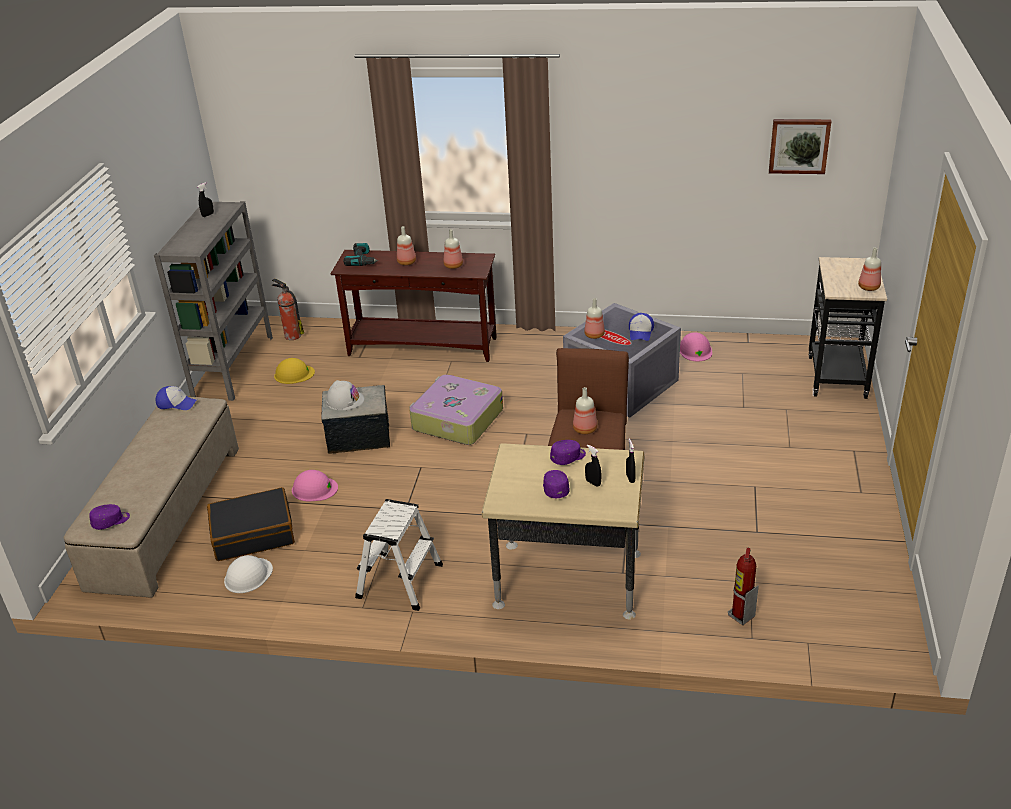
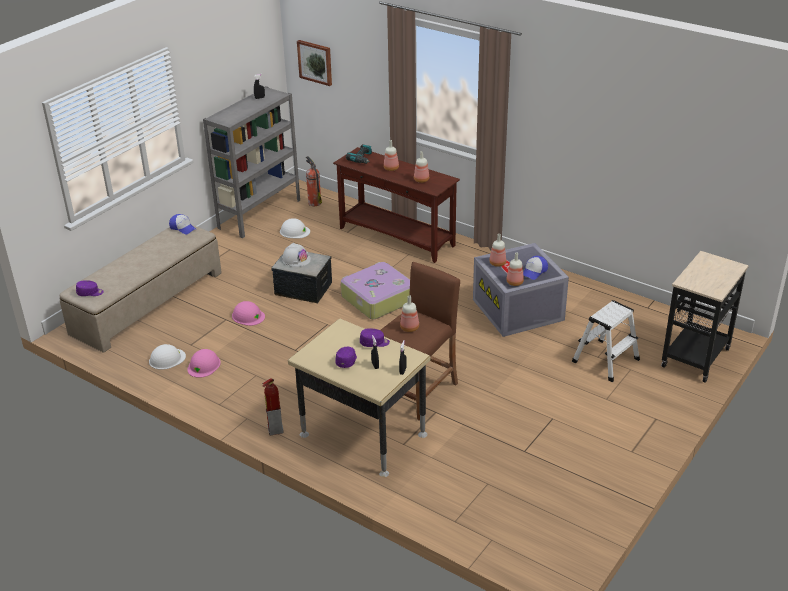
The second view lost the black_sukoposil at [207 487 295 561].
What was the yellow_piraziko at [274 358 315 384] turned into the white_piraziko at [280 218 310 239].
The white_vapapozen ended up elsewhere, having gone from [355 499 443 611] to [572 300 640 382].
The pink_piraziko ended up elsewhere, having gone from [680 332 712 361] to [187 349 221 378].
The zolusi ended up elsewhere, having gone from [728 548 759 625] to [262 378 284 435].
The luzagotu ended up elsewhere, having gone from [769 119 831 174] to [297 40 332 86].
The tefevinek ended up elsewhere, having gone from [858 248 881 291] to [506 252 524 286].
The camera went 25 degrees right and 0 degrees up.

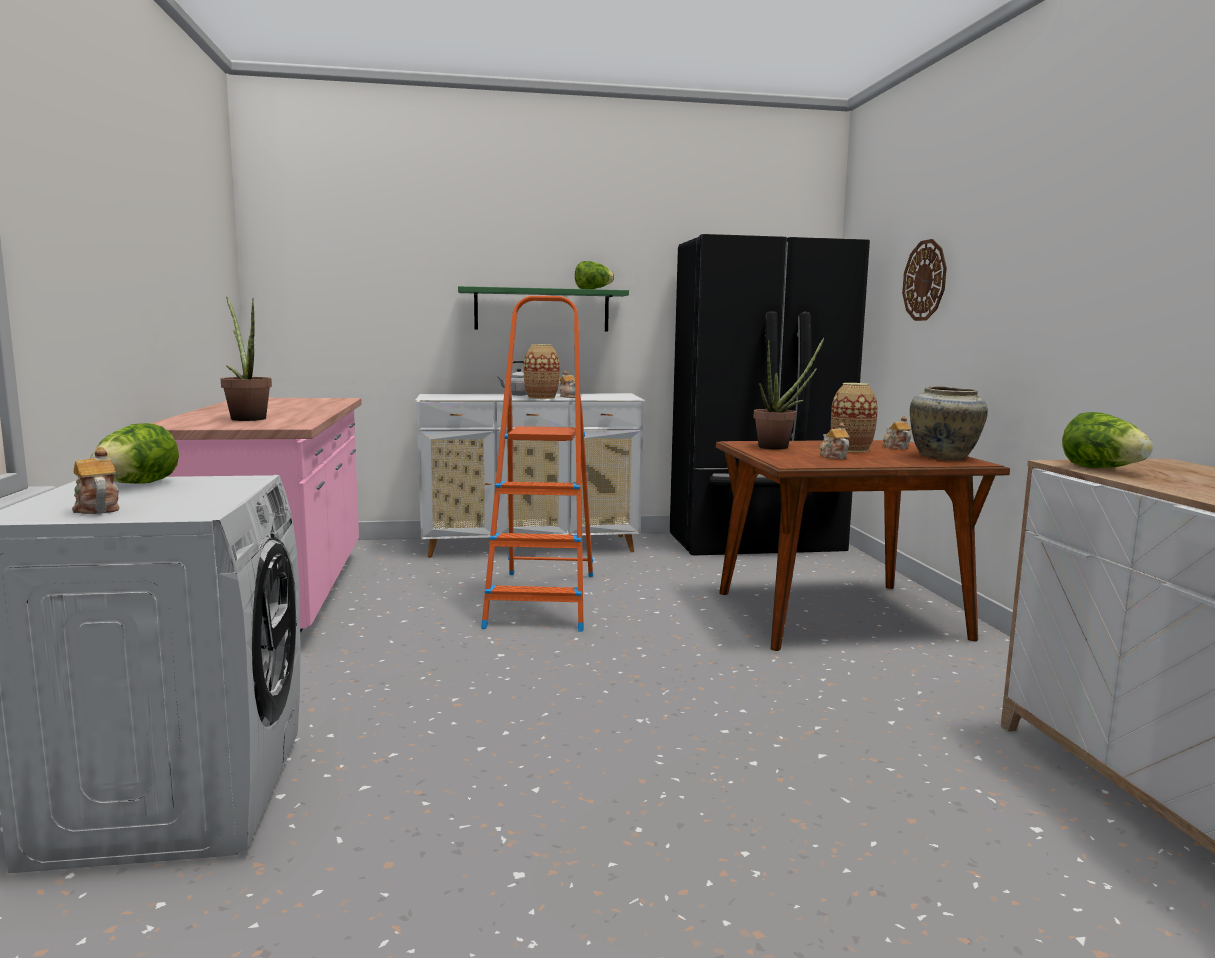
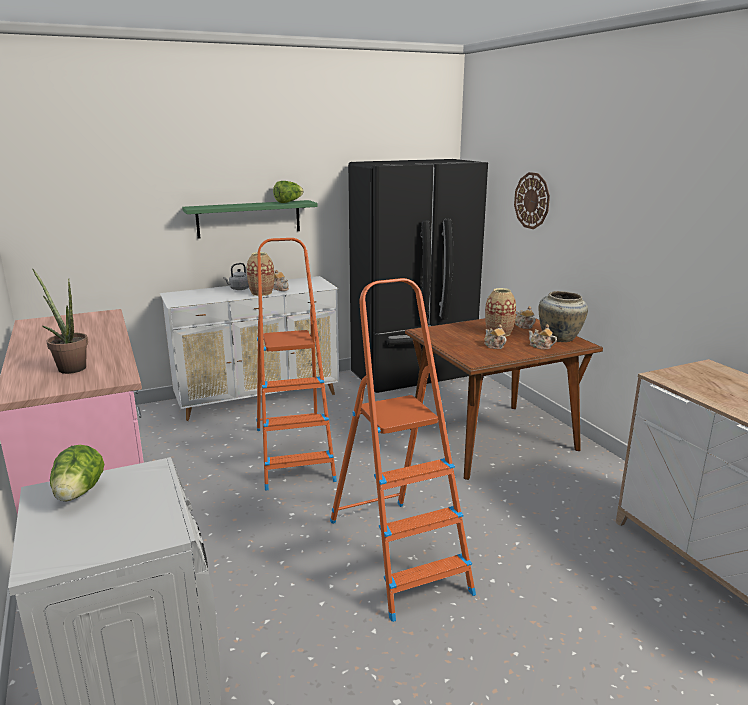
The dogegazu ended up elsewhere, having gone from [72 447 119 514] to [529 324 557 349].
The second view lost the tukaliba at [753 338 824 450].
The second view lost the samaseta at [1062 412 1153 468].
The second view gained the orange_vapapozen at [330 278 476 622].
The camera went 15 degrees left and 10 degrees up.

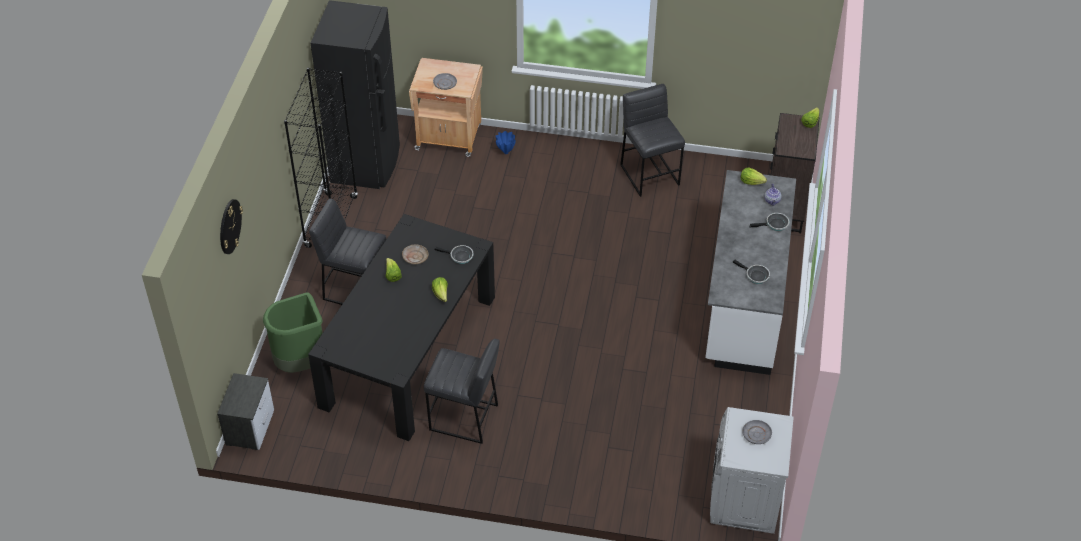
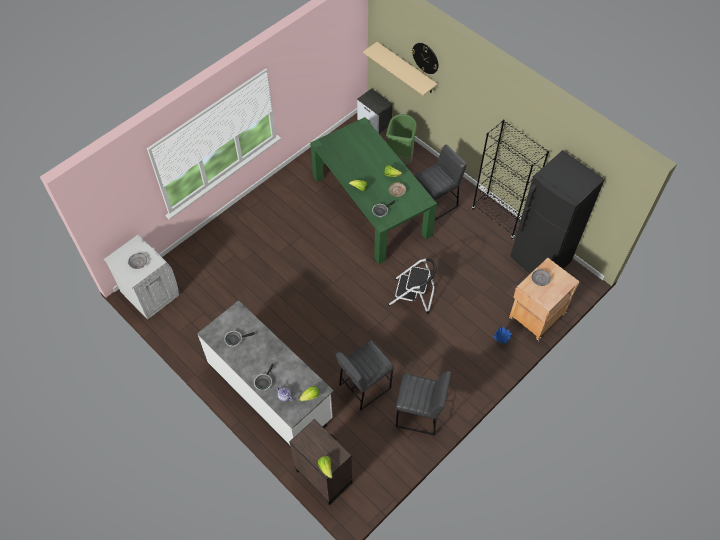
What was the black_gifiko at [308 214 495 441] turned into the green_gifiko at [310 117 437 264].
The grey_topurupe ended up elsewhere, having gone from [424 339 500 444] to [336 341 394 411].
The second view gained the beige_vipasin at [363 42 437 96].
The second view gained the vapapozen at [388 258 436 314].
The camera went 125 degrees right and 10 degrees up.

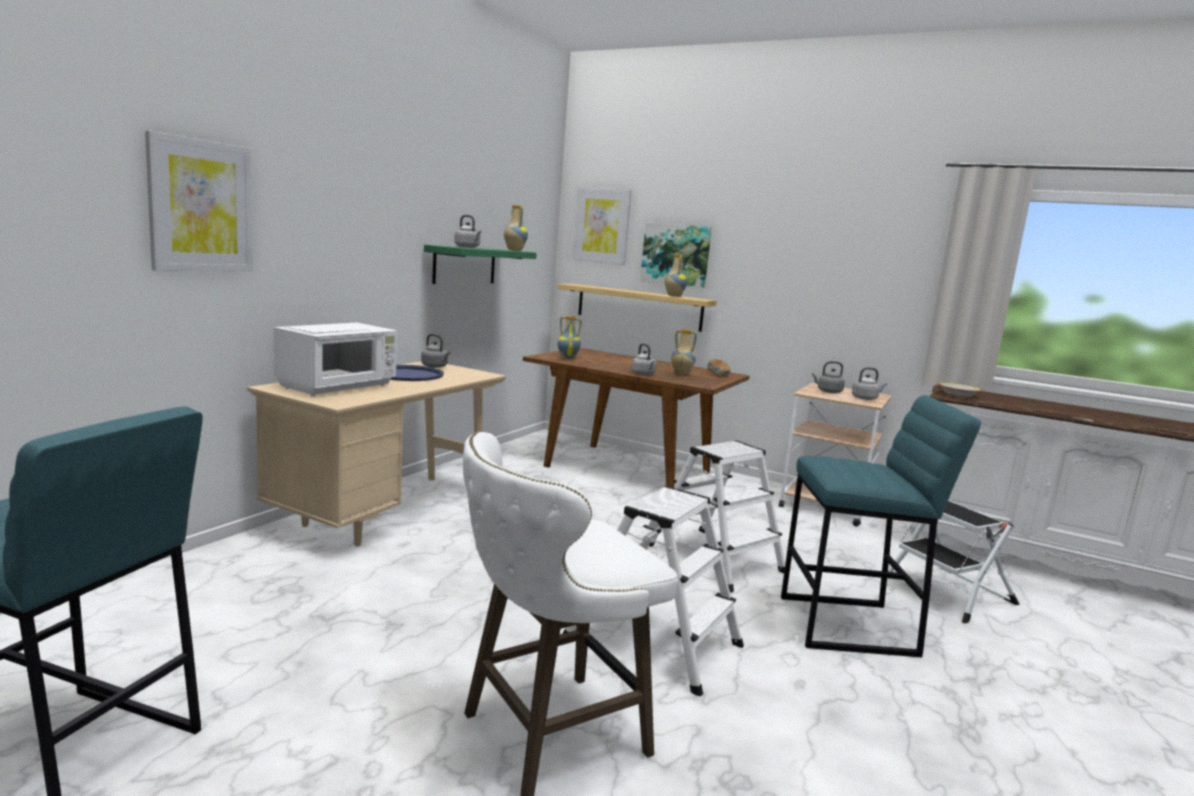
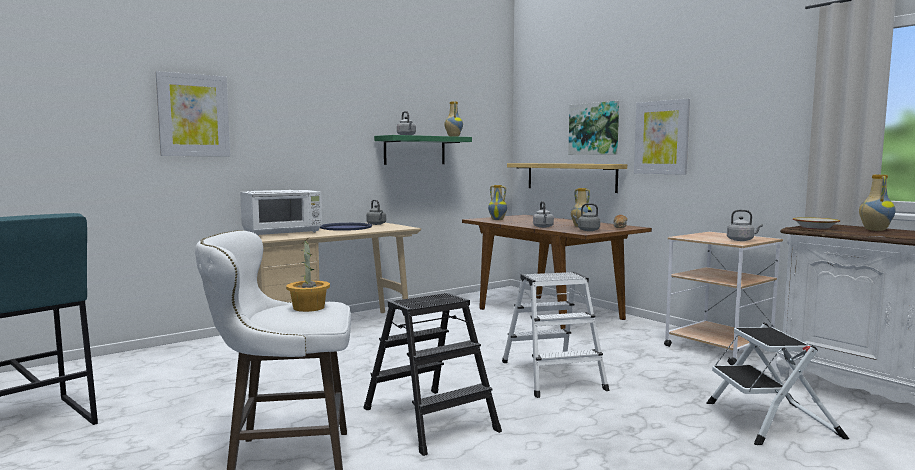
What was the white_vapapozen at [563 486 744 696] turned into the black_vapapozen at [363 292 502 456].
The luzagotu ended up elsewhere, having gone from [573 187 632 265] to [634 99 690 175].
The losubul ended up elsewhere, having gone from [665 254 687 297] to [859 175 896 231].
The second view lost the turquoise_topurupe at [781 395 981 657].
The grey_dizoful ended up elsewhere, having gone from [812 361 845 393] to [573 203 600 231].
The second view gained the tukaliba at [286 238 330 312].
The camera went 25 degrees right and 5 degrees down.

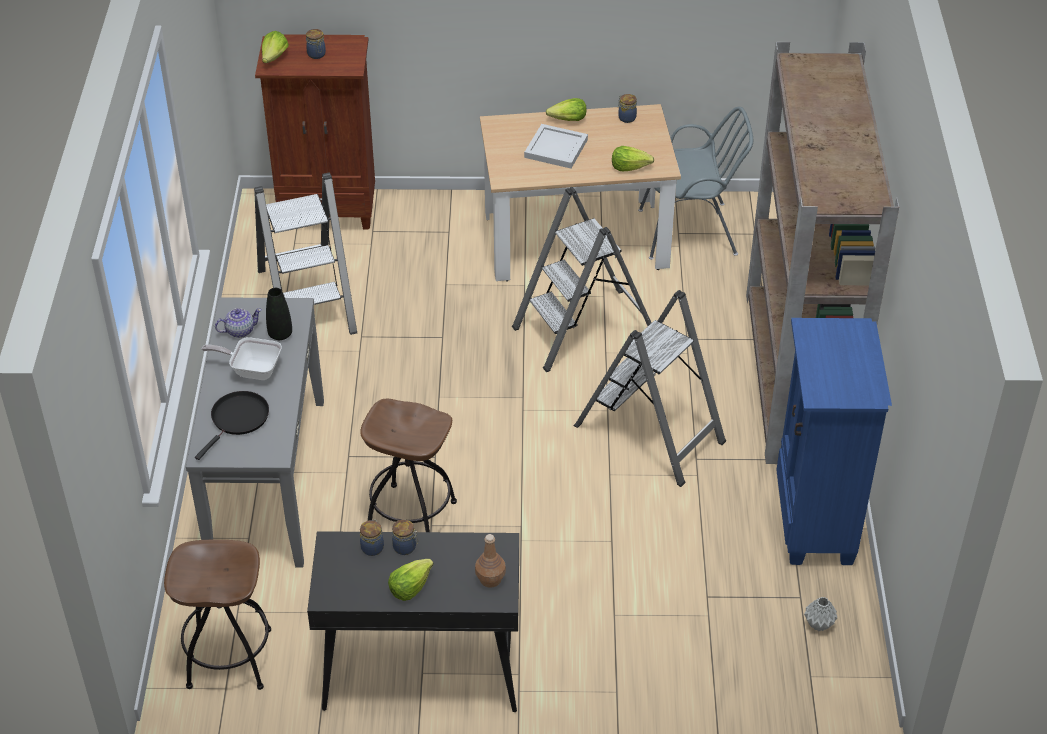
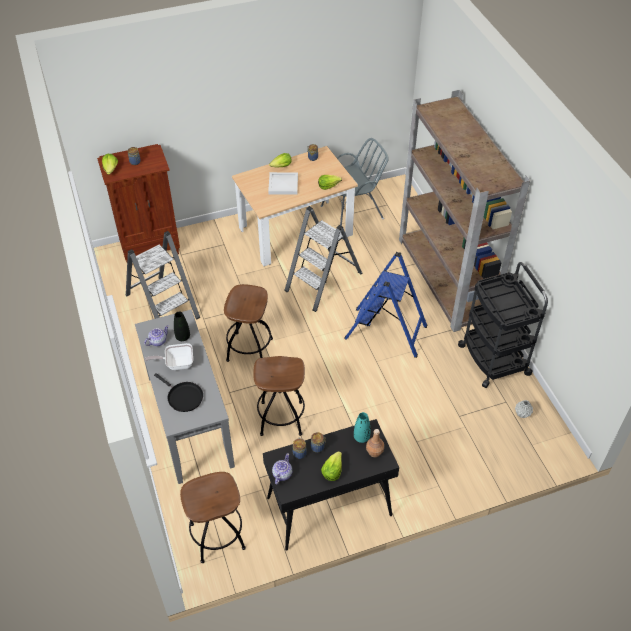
The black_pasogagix at [195 391 269 460] ended up facing another way, 120 degrees clockwise from before.
What was the grey_vapapozen at [573 290 726 487] turned into the blue_vapapozen at [344 252 427 358].
Where the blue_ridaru stood at [776 318 892 565], the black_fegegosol came to stand at [458 262 548 388].
The second view gained the brown_topurupe at [224 284 273 362].
The second view gained the dogegazu at [272 453 292 484].
The second view gained the turquoise_losubul at [354 412 370 443].
The camera went 20 degrees left and 5 degrees up.

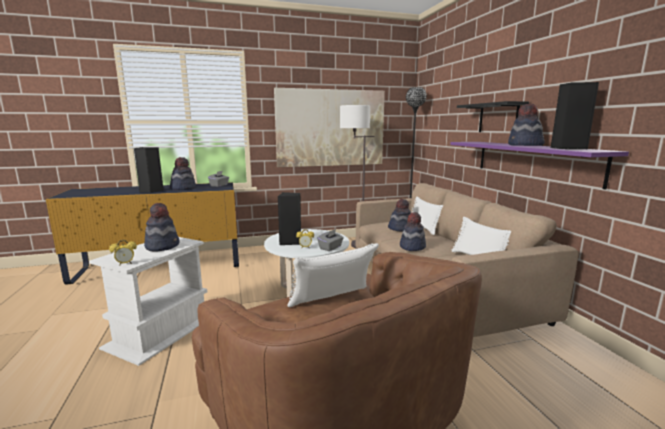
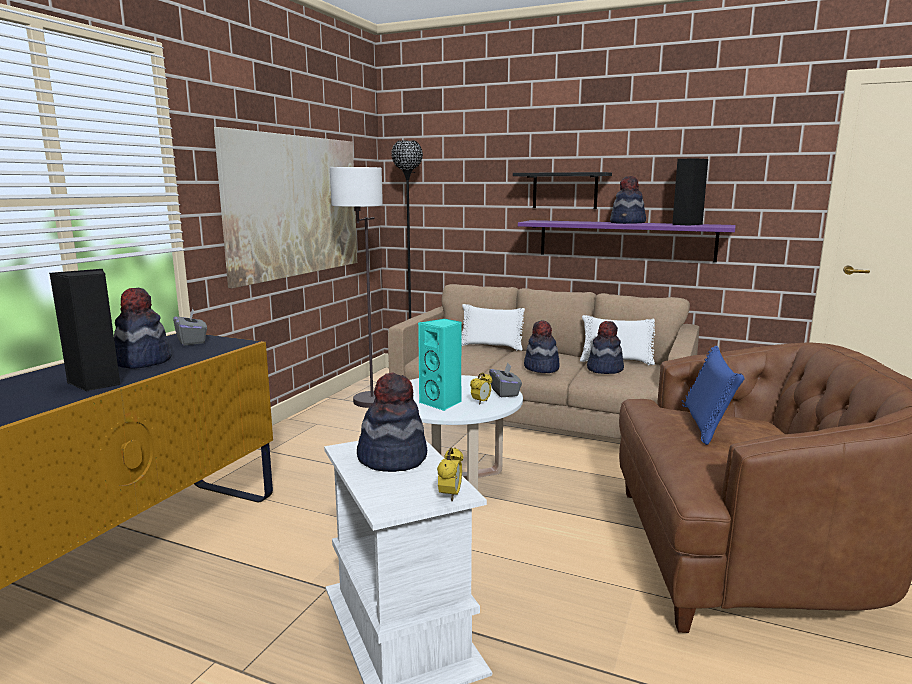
What was the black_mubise at [278 192 301 245] turned into the turquoise_mubise at [418 319 462 411].
What was the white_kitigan at [287 243 379 307] turned into the blue_kitigan at [682 346 744 445].
The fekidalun ended up elsewhere, having gone from [388 199 411 232] to [587 321 624 374].
The camera went 50 degrees left and 0 degrees up.

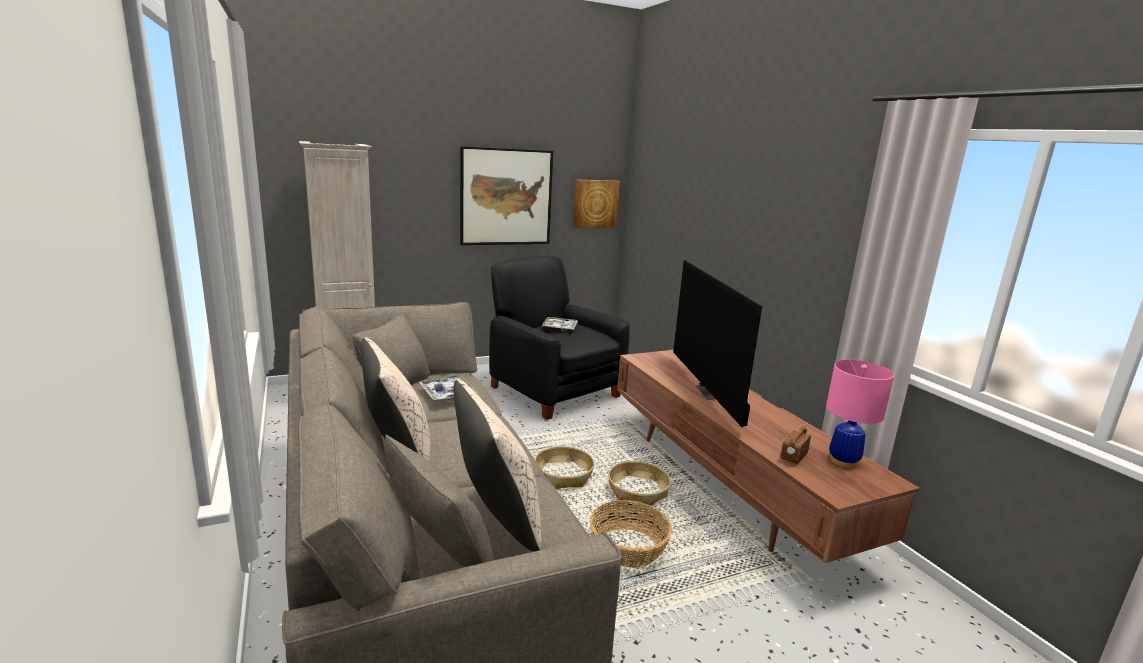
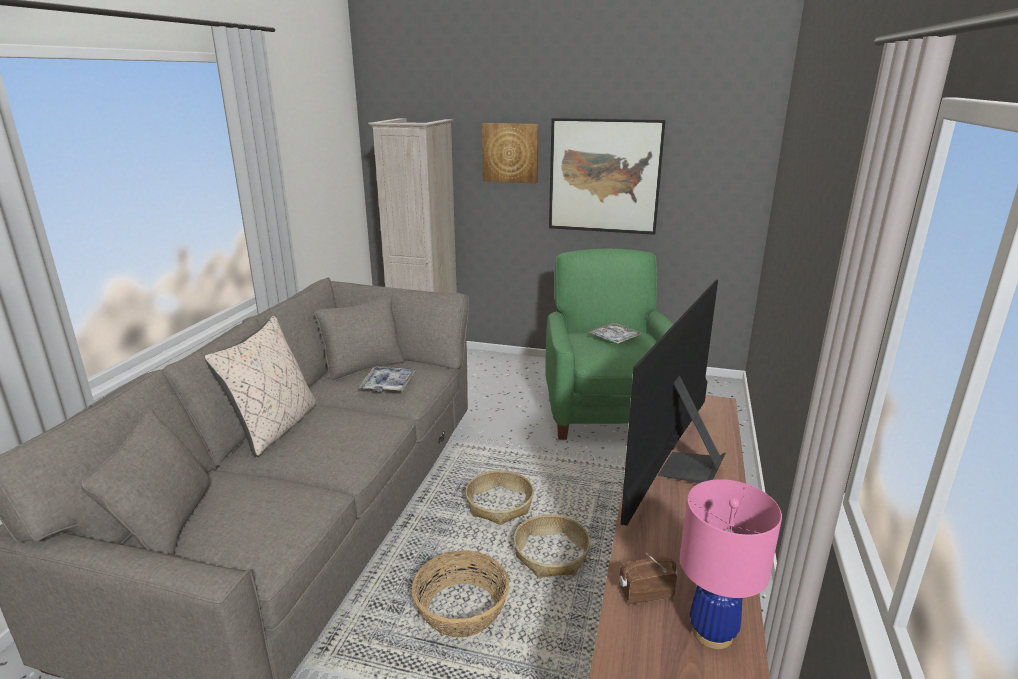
The second view lost the beige_kitigan at [454 379 542 552].
What was the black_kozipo at [489 256 630 420] turned into the green_kozipo at [545 249 674 440].
The luzagotu ended up elsewhere, having gone from [573 179 620 228] to [482 123 539 183].
The camera went 40 degrees right and 5 degrees up.

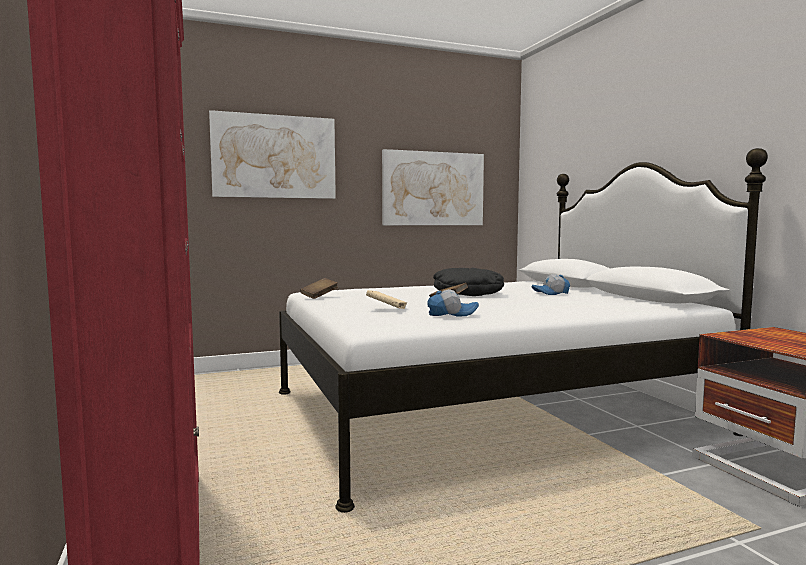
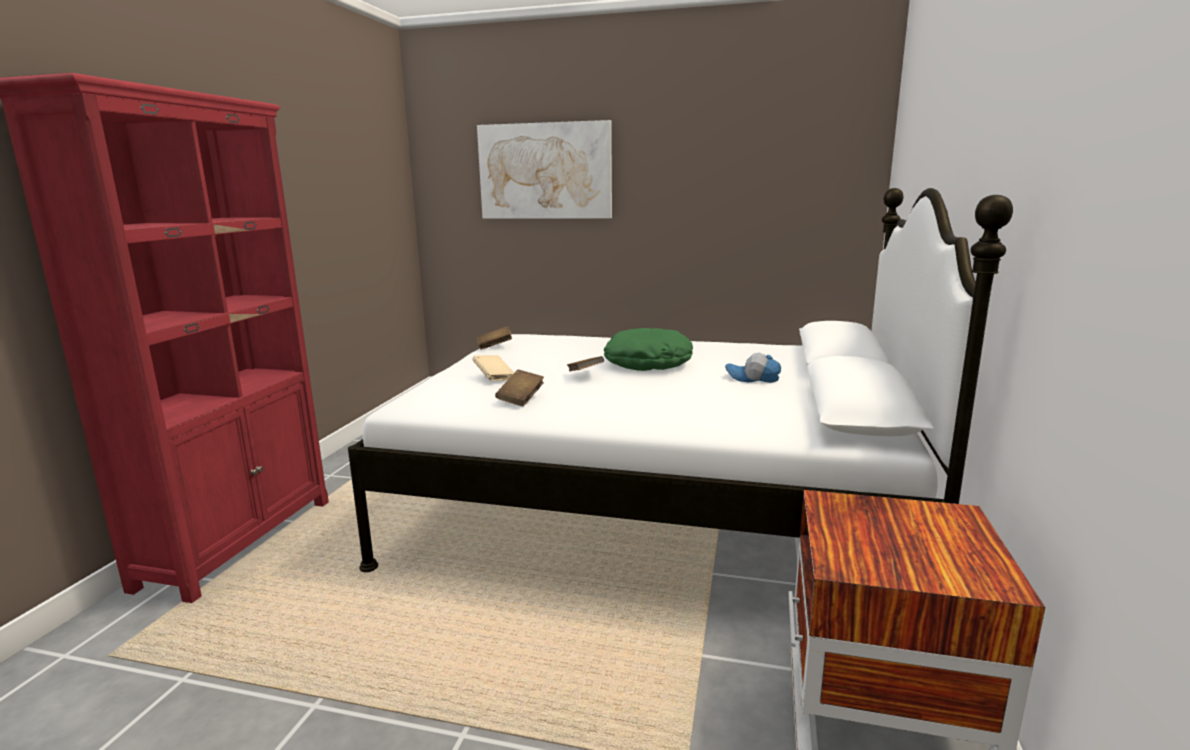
The second view lost the luzagotu at [382 149 484 225].
Where the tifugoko stood at [427 289 479 317], the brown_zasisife came to stand at [495 370 544 406].
What was the black_kitigan at [433 268 504 296] turned into the green_kitigan at [604 328 693 371].
The camera went 35 degrees right and 10 degrees up.

